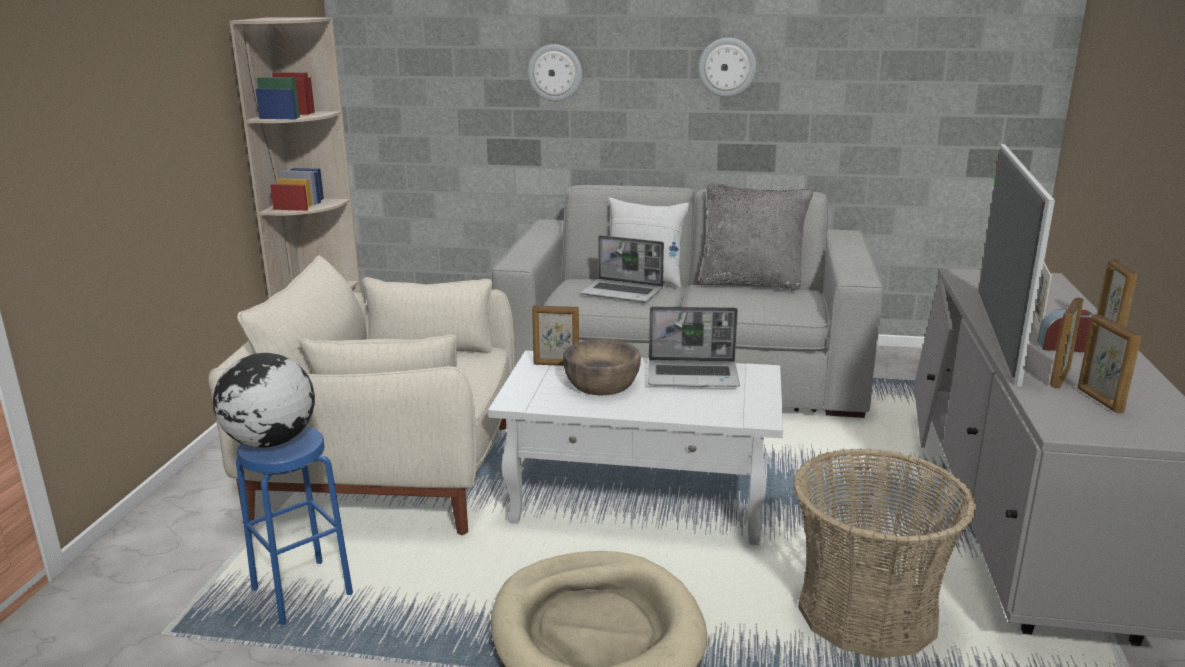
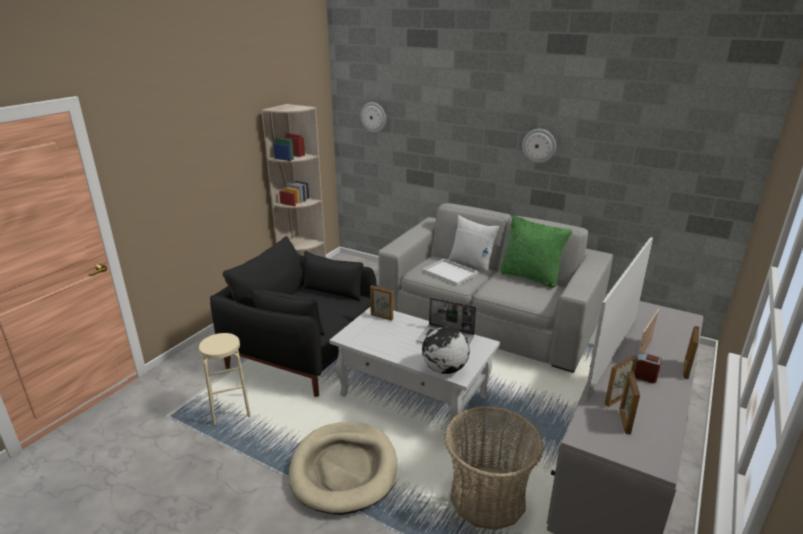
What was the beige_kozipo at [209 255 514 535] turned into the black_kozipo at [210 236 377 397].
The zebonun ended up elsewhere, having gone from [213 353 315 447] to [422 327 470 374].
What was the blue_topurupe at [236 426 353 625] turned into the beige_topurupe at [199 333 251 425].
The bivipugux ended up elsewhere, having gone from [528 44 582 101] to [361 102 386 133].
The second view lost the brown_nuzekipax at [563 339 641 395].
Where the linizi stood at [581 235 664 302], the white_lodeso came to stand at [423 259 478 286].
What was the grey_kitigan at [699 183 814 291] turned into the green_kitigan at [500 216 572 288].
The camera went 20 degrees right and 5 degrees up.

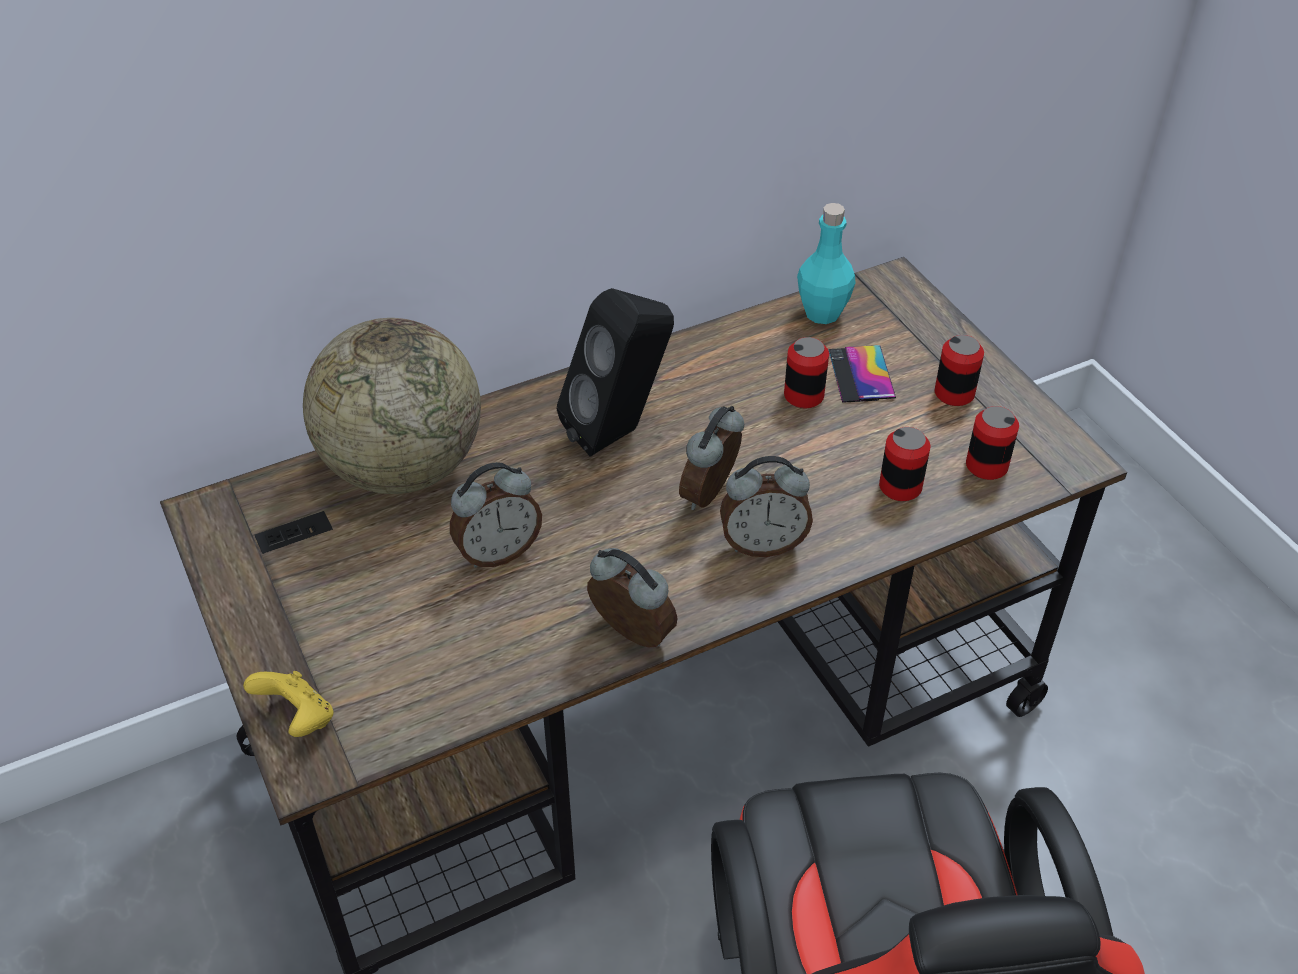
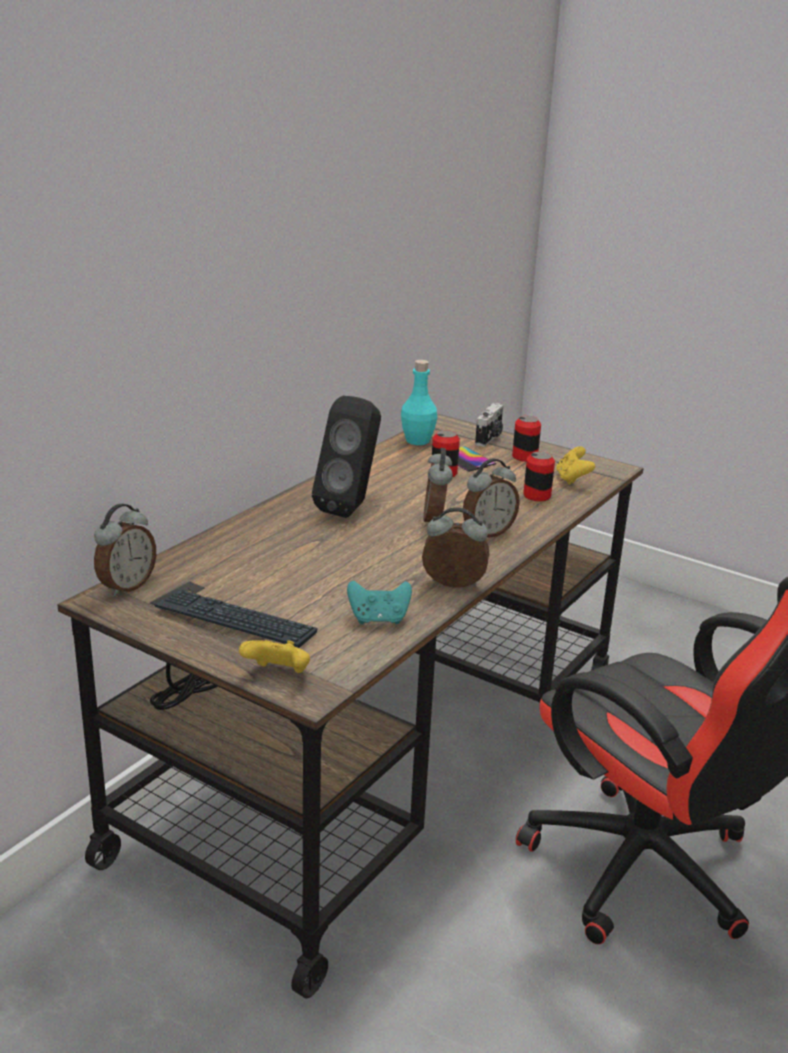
The second view lost the zebonun at [303 318 481 494].
The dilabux ended up elsewhere, having gone from [450 462 542 568] to [94 503 156 597].
Where the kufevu stood at [966 406 1019 480], the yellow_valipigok came to stand at [556 446 595 485].
The second view gained the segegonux at [155 590 318 648].
The second view gained the turquoise_valipigok at [347 581 412 624].
The second view gained the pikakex at [475 403 503 447].
The camera went 30 degrees left and 20 degrees down.

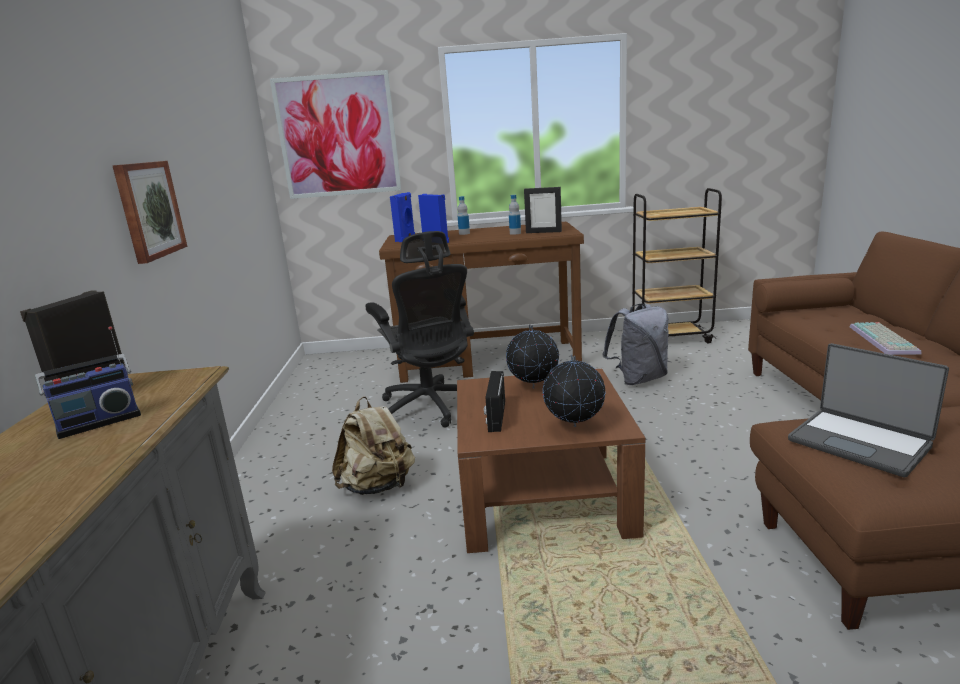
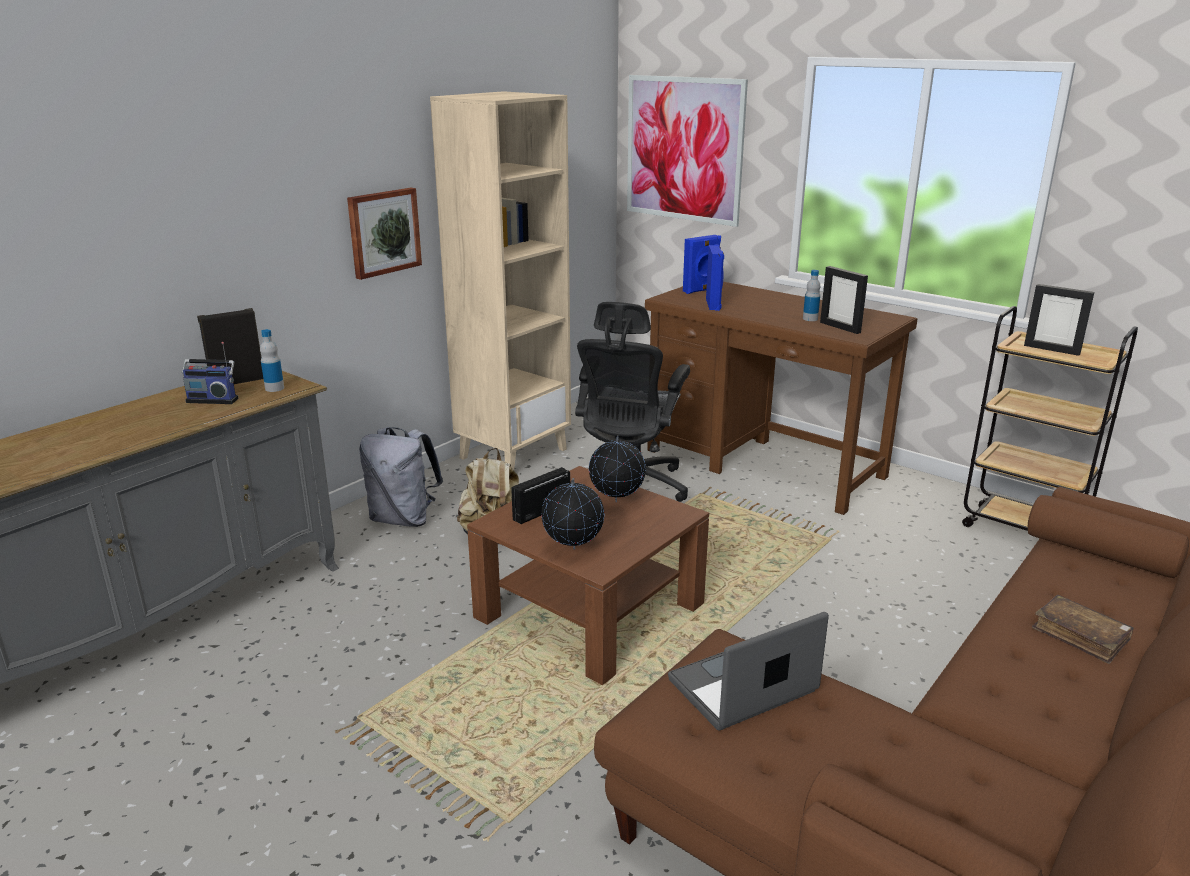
The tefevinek ended up elsewhere, having gone from [458 196 470 235] to [260 329 284 392].
The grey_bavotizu ended up elsewhere, having gone from [602 304 668 385] to [359 427 443 527].
The linizi at [788 343 949 477] ended up facing another way, 60 degrees clockwise from before.
Where the segegonux stood at [850 322 922 355], the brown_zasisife came to stand at [1032 595 1134 664].
The second view gained the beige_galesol at [430 91 571 470].
The second view gained the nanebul at [1024 284 1094 356].
The camera went 40 degrees right and 5 degrees up.

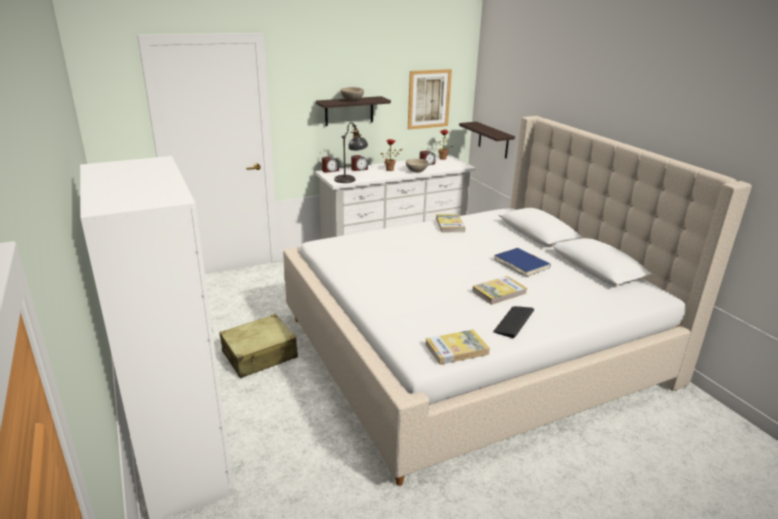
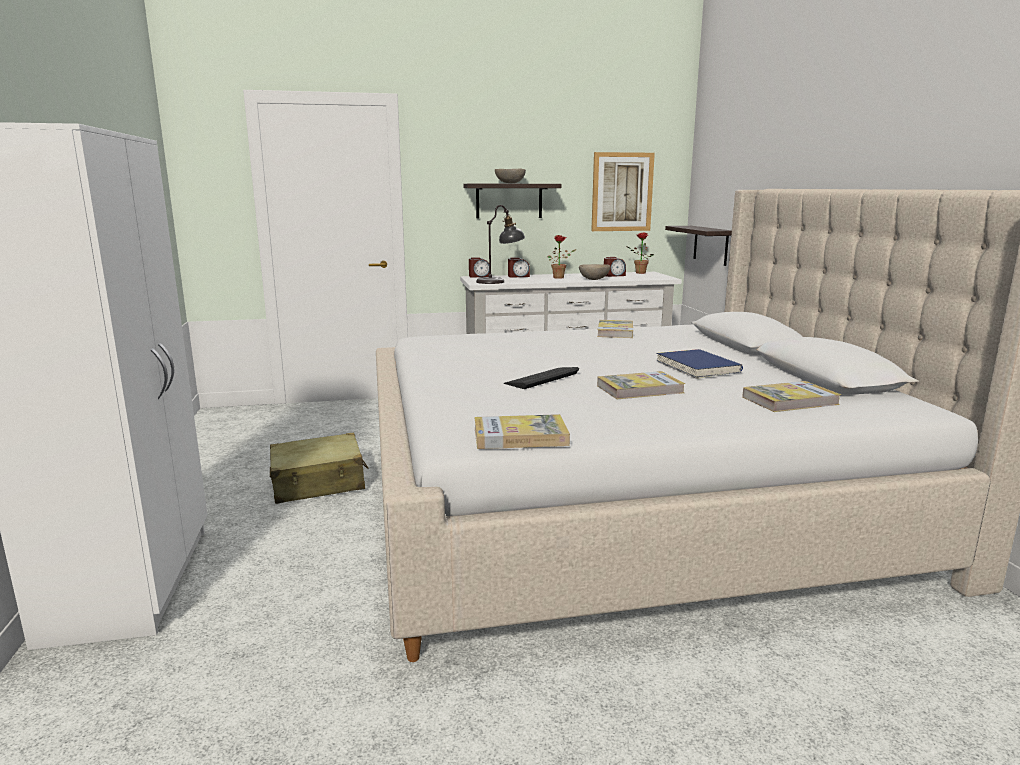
The segegonux ended up elsewhere, having gone from [493 306 534 338] to [504 367 579 389].
The second view gained the zasisife at [742 381 841 412].
The camera went 15 degrees right and 10 degrees down.

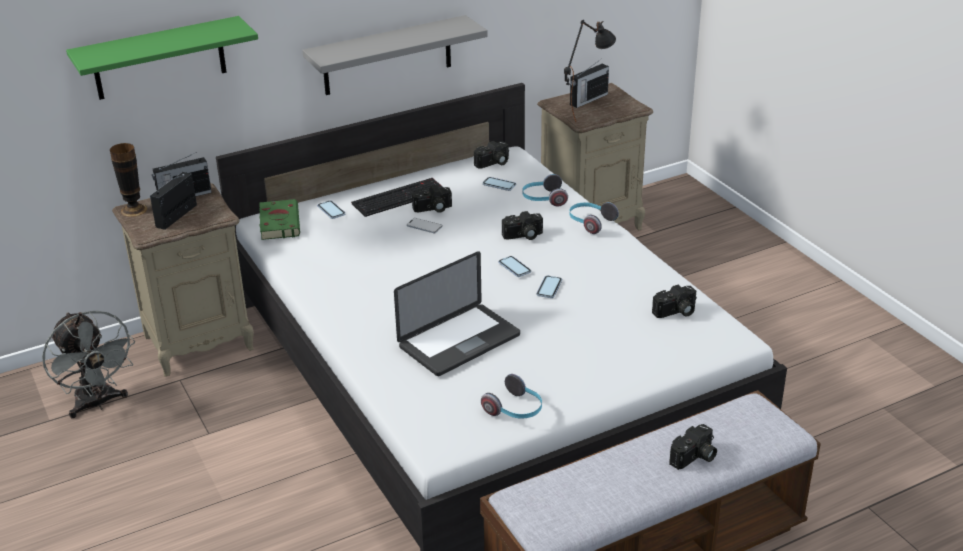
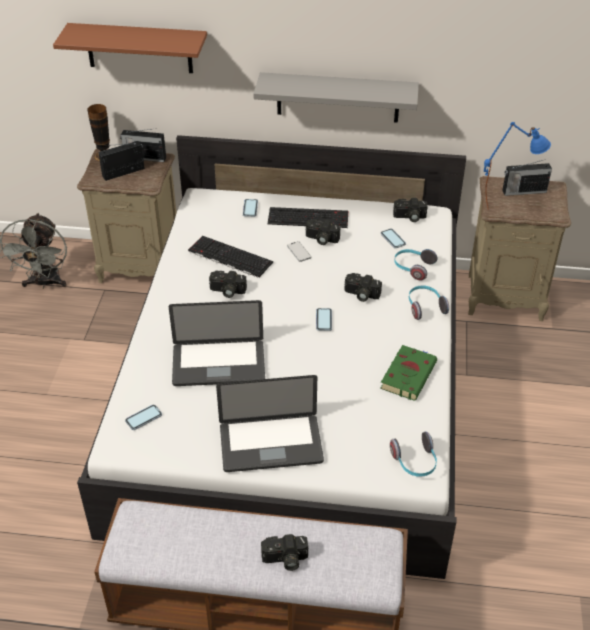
What was the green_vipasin at [66 16 258 100] turned into the brown_vipasin at [53 23 207 73].
The green_zasisife ended up elsewhere, having gone from [259 199 300 240] to [380 345 437 401].
The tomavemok ended up elsewhere, having gone from [481 374 542 419] to [390 432 437 477].
The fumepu ended up elsewhere, having gone from [537 276 562 298] to [125 405 162 430].
What was the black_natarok at [564 20 616 122] turned into the blue_natarok at [484 122 551 209].
The pikakex ended up elsewhere, having gone from [652 285 697 318] to [209 271 247 298].
The second view gained the segegonux at [188 236 273 278].
The second view gained the linizi at [216 375 324 472].
The camera went 35 degrees right and 10 degrees up.

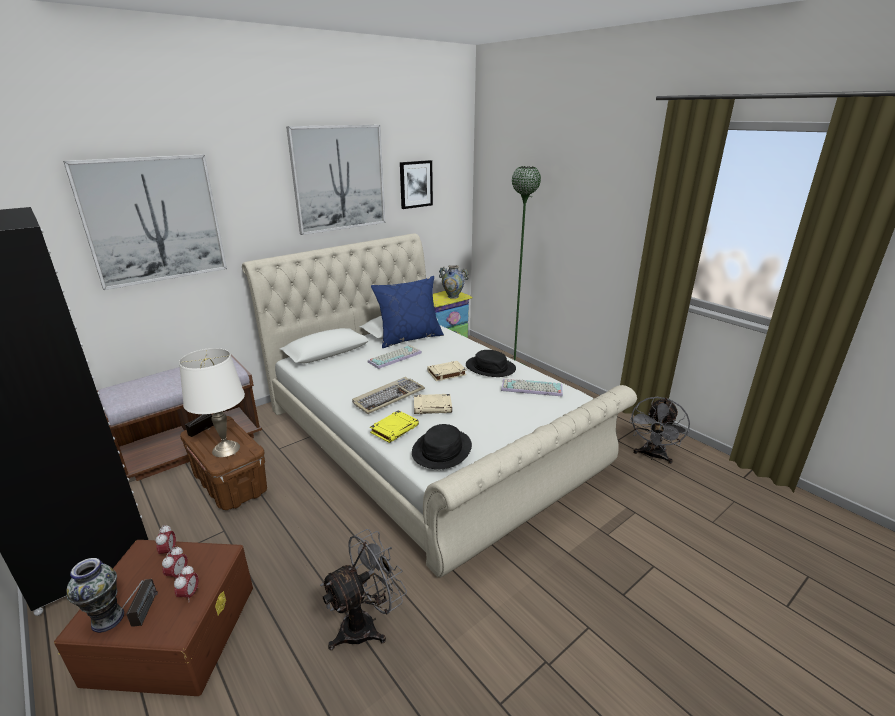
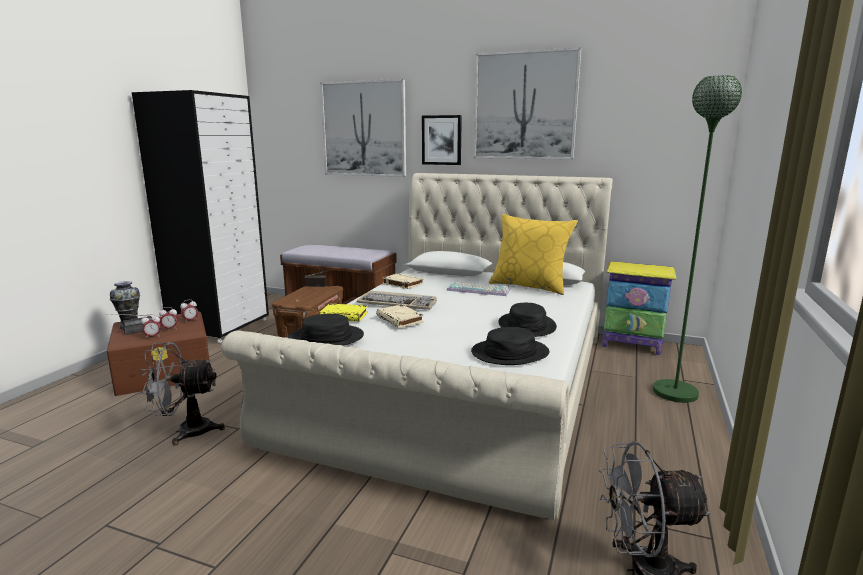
The second view lost the white_natarok at [179 348 245 457].
The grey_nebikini at [320 529 407 650] ended up facing another way, 150 degrees clockwise from before.
What was the blue_kitigan at [371 276 444 348] turned into the yellow_kitigan at [489 214 578 295].
The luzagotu ended up elsewhere, having gone from [400 160 433 209] to [422 115 462 165].
The beige_zasisife ended up elsewhere, having gone from [427 361 467 381] to [383 273 423 289].
The second view lost the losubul at [439 265 469 299].
Where the segegonux stood at [501 378 563 397], the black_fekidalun came to stand at [471 327 550 365].
The camera went 60 degrees right and 10 degrees down.

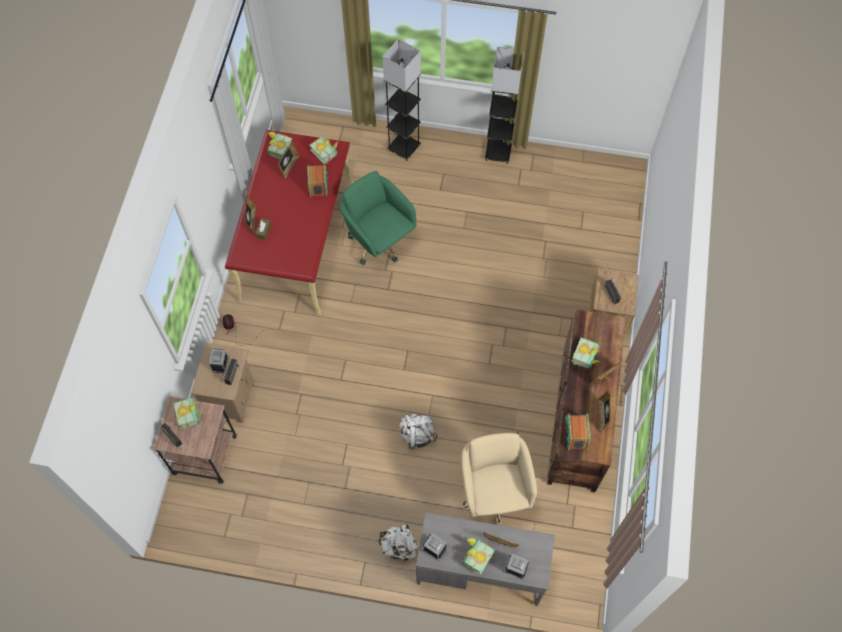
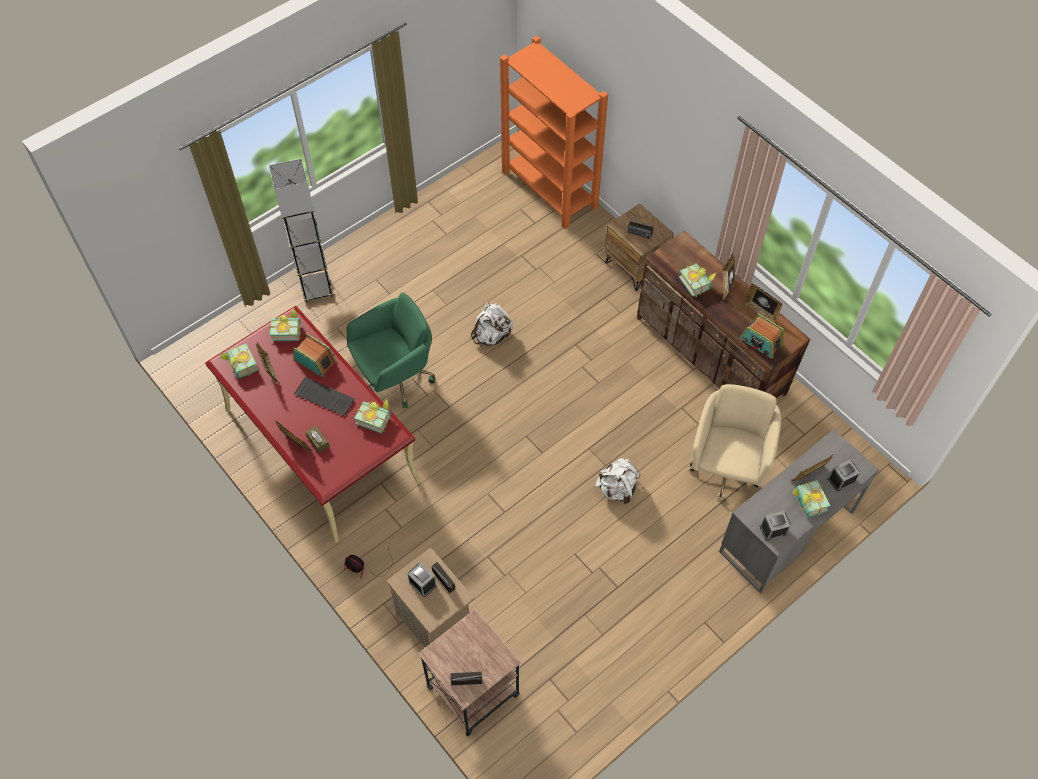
The zasisife ended up elsewhere, having gone from [173 398 203 430] to [354 399 391 434].
The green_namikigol at [340 171 416 265] ended up facing another way, 150 degrees clockwise from before.
The white_bavotizu ended up elsewhere, having gone from [379 524 418 562] to [471 302 513 346].
The beige_namikigol at [461 433 537 524] ended up facing another way, 75 degrees clockwise from before.
The second view lost the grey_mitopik at [485 46 524 164].
The second view gained the segegonux at [294 377 355 416].
The second view gained the orange_galesol at [500 36 608 229].
The camera went 50 degrees left and 5 degrees down.

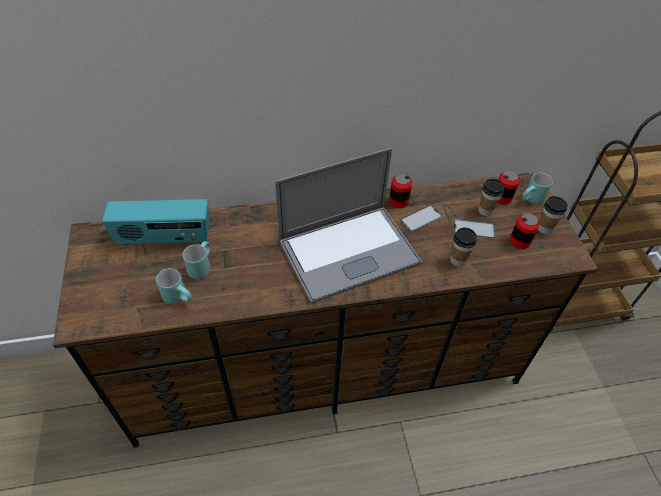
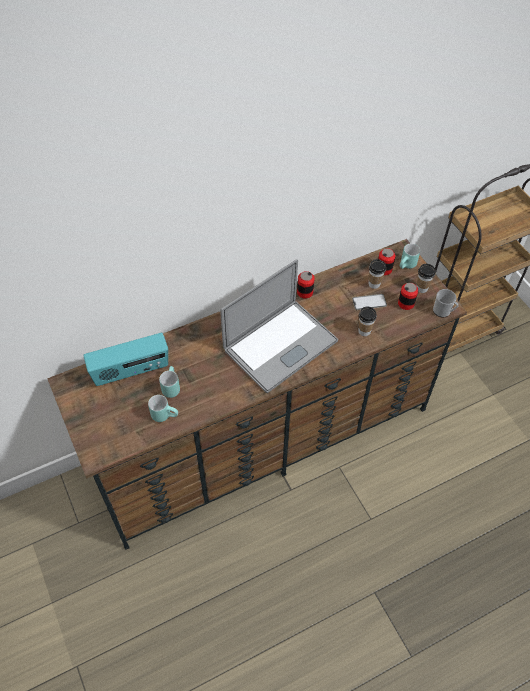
The second view lost the fumepu at [400 205 442 232].
The second view gained the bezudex at [433 289 459 317].
The camera went 15 degrees left and 5 degrees up.

